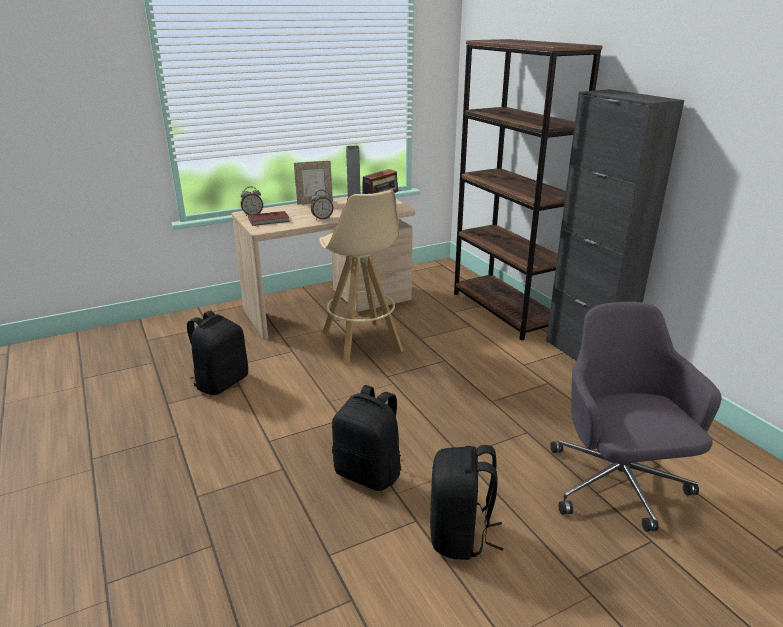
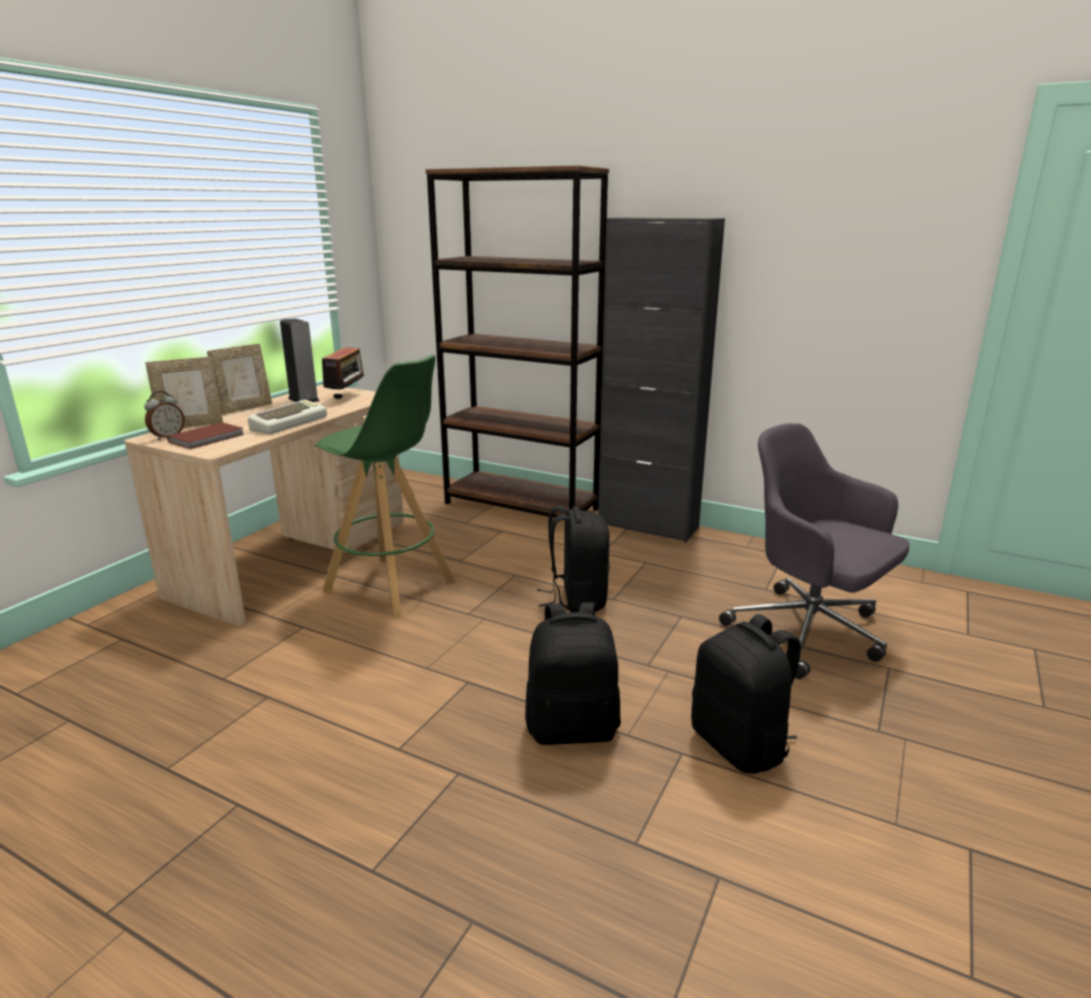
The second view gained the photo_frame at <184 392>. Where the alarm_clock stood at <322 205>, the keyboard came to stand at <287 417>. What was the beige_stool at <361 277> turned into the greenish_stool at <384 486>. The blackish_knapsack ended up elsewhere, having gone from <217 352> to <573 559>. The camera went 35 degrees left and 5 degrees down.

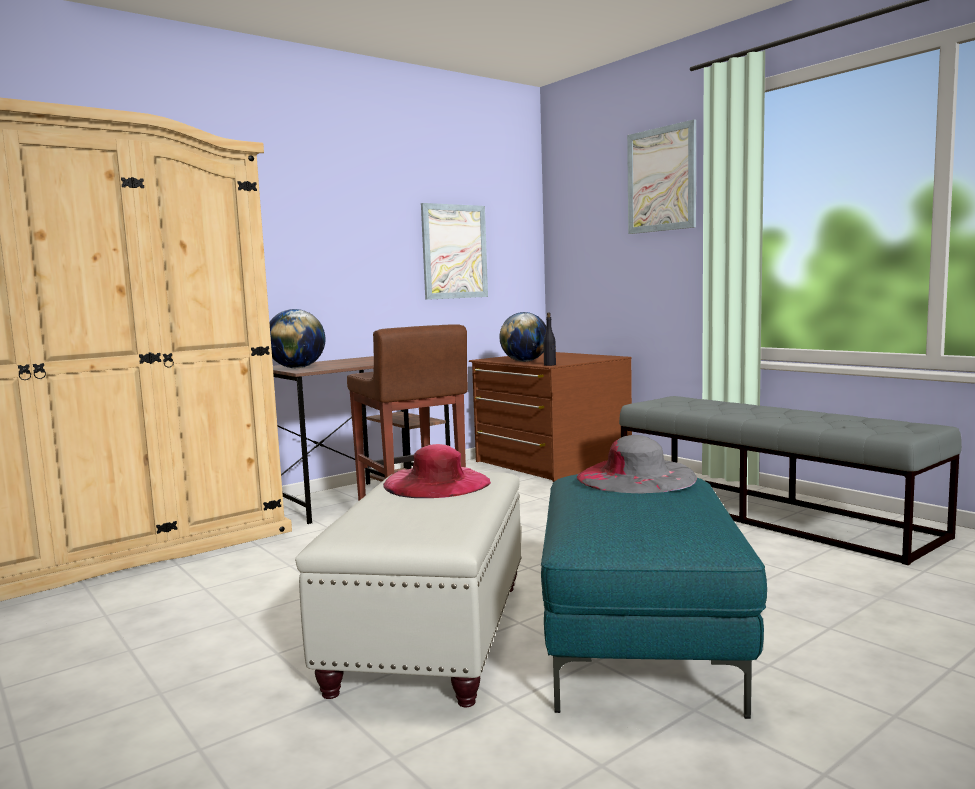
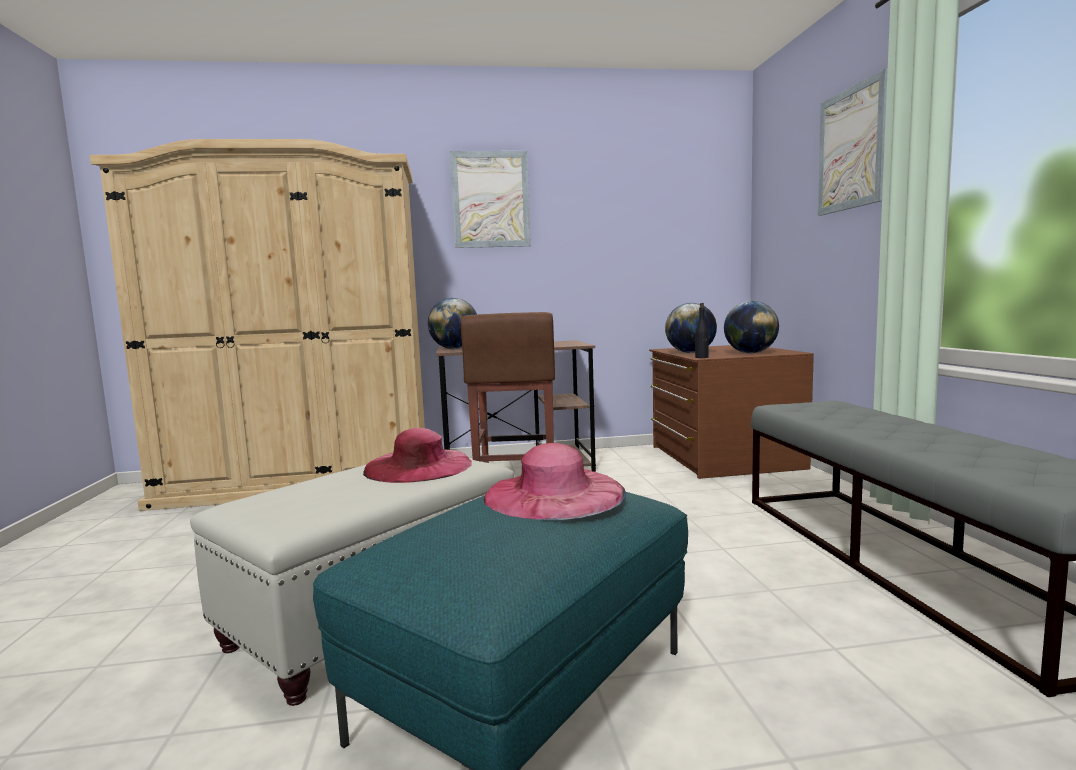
The picture ended up elsewhere, having gone from <454 251> to <490 199>. What was the grey_wearable_hat at <637 464> turned into the pinkish_wearable_hat at <555 481>. The second view gained the world_globe at <751 327>. The camera went 30 degrees right and 0 degrees up.

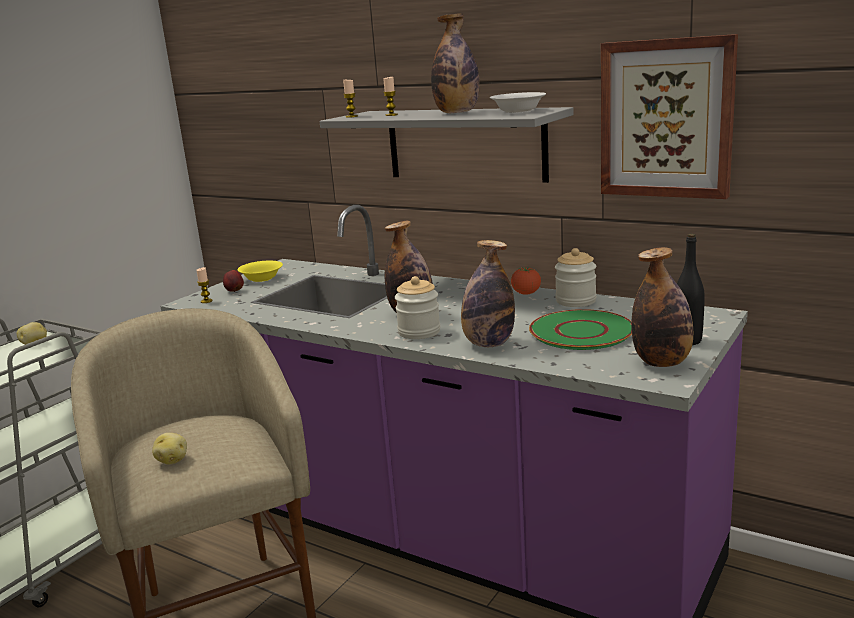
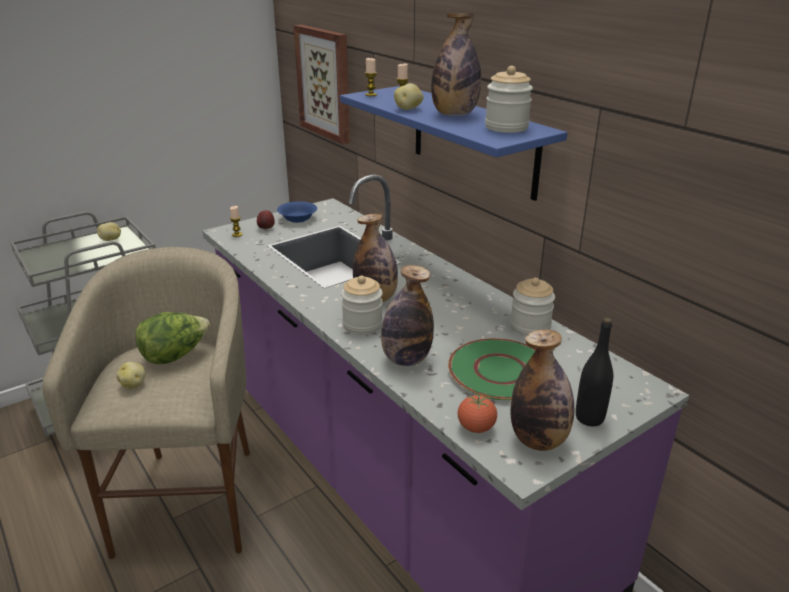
The second view gained the head_of_lettuce at <172 338>. What was the yellow_serving_bowl at <260 271> turned into the blue-coloured_serving_bowl at <297 212>. The picture ended up elsewhere, having gone from <669 116> to <321 84>. What was the grey_shelf at <447 145> turned into the blue-coloured_shelf at <454 143>. The second view gained the potato at <409 96>. The tomato ended up elsewhere, having gone from <526 280> to <477 413>. Where the white_serving_bowl stood at <518 102>, the jar came to stand at <509 99>. The camera went 20 degrees right and 10 degrees up.

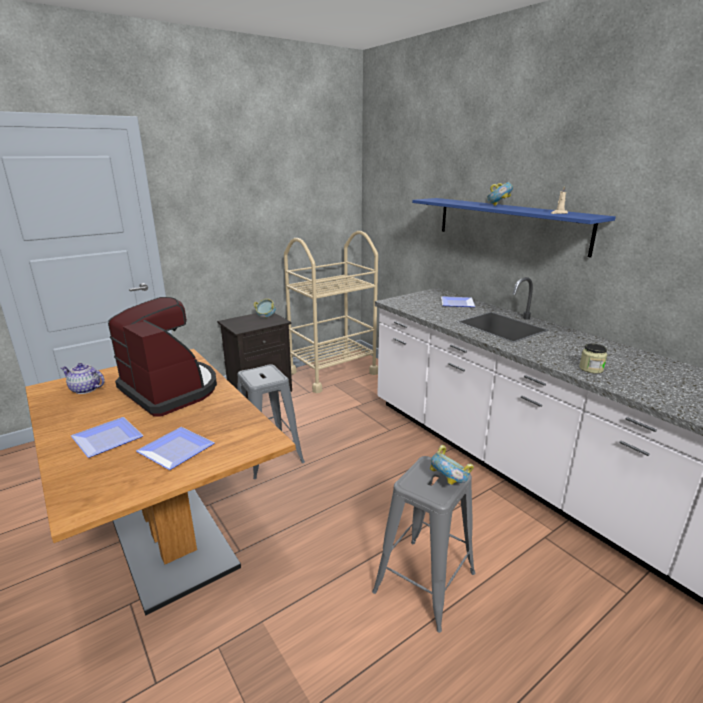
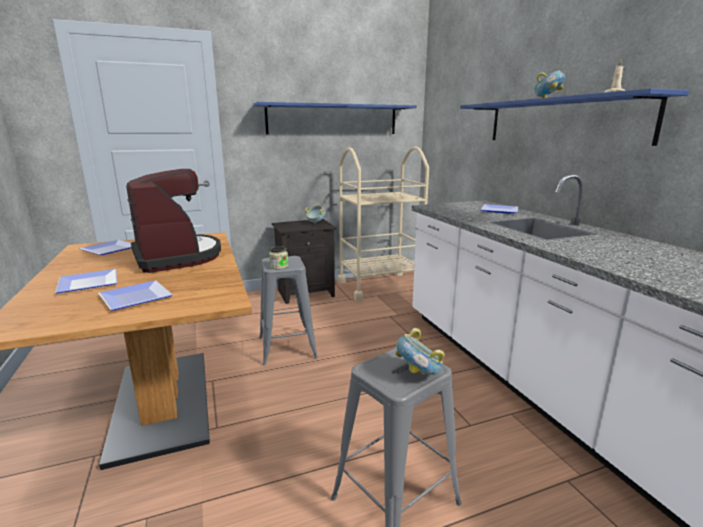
Where the pot_for_tea stood at <83 378>, the plate came to stand at <105 247>. The second view gained the blue-coloured_shelf at <335 118>. The jar ended up elsewhere, having gone from <593 358> to <278 257>. The camera went 15 degrees right and 5 degrees down.

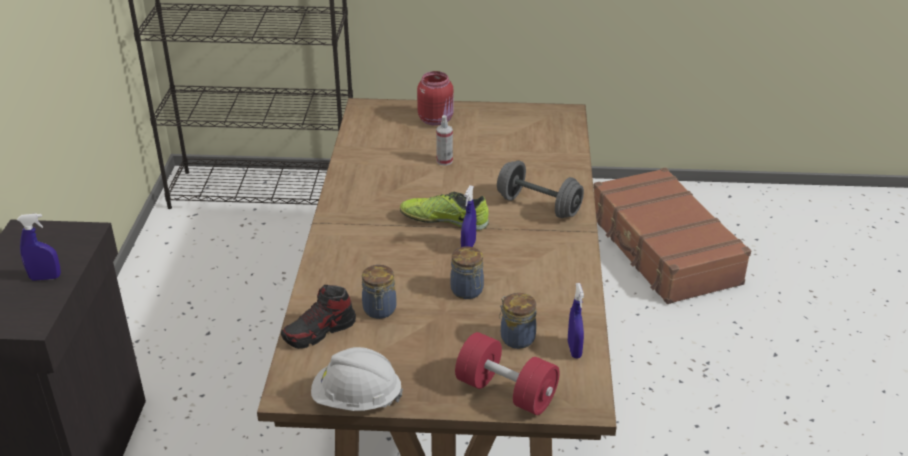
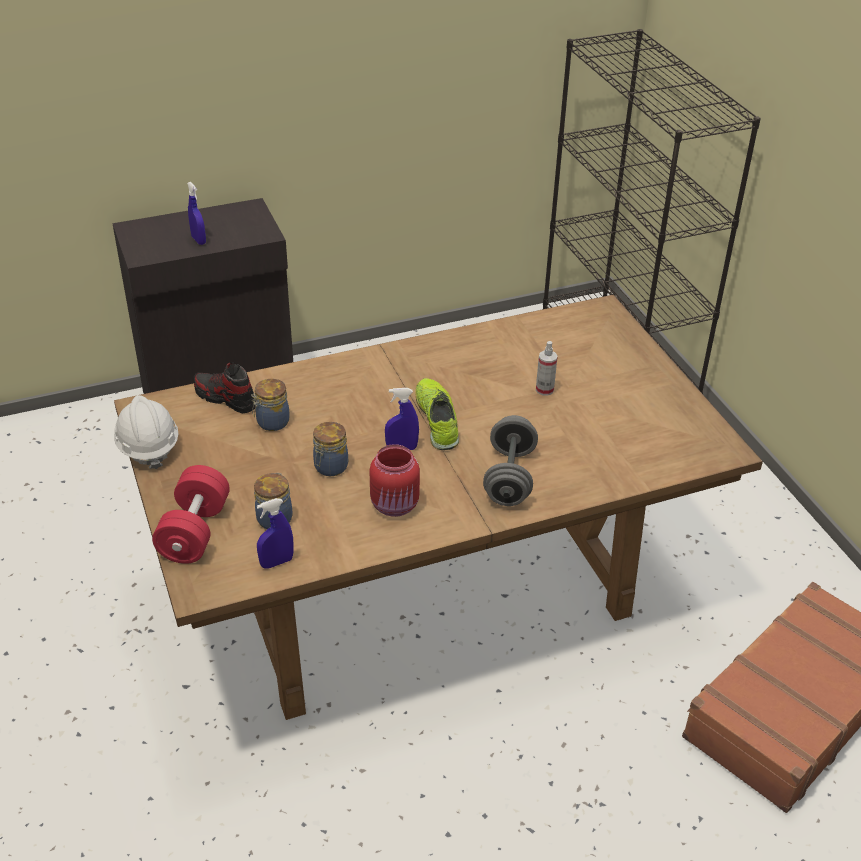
The red-coloured_jar ended up elsewhere, having gone from <435 98> to <395 480>. The camera went 65 degrees right and 5 degrees up.

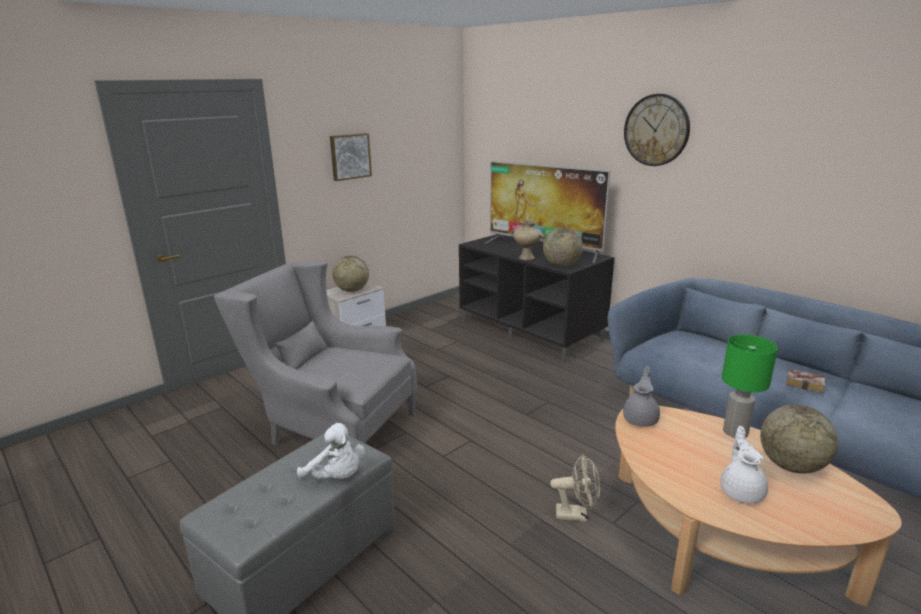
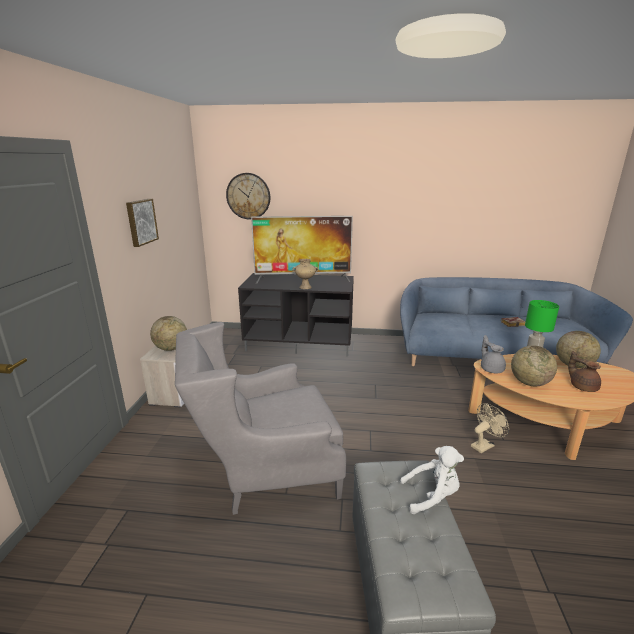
The hanging_clock ended up elsewhere, having gone from <657 130> to <248 196>. The world_globe ended up elsewhere, having gone from <563 247> to <534 365>. What was the white_pot_for_tea at <744 465> turned into the brownish_pot_for_tea at <584 371>. The camera went 40 degrees left and 0 degrees up.

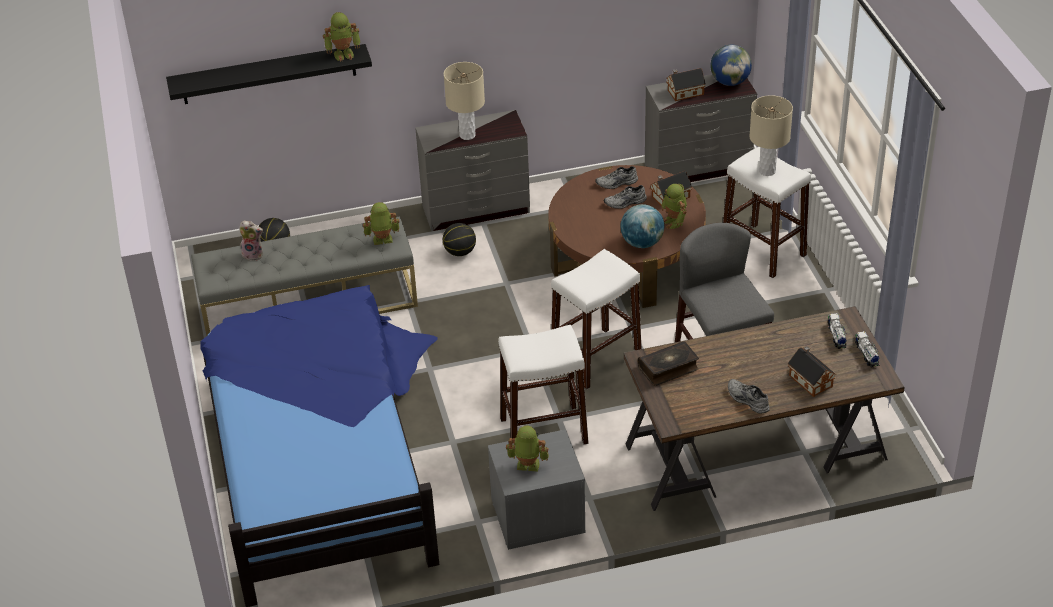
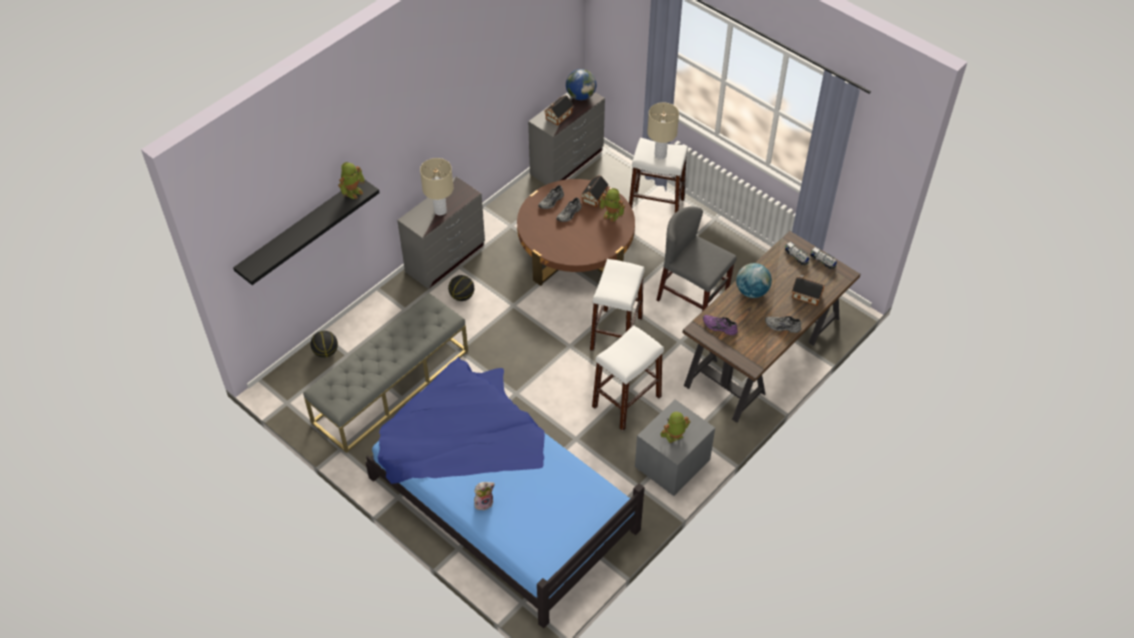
The plush_toy ended up elsewhere, having gone from <251 241> to <484 496>. Where the book stood at <668 363>, the purplish_item_of_footwear came to stand at <720 325>. The world_globe ended up elsewhere, having gone from <642 226> to <754 280>. The second view lost the toy_robot at <381 223>. The camera went 35 degrees left and 10 degrees up.

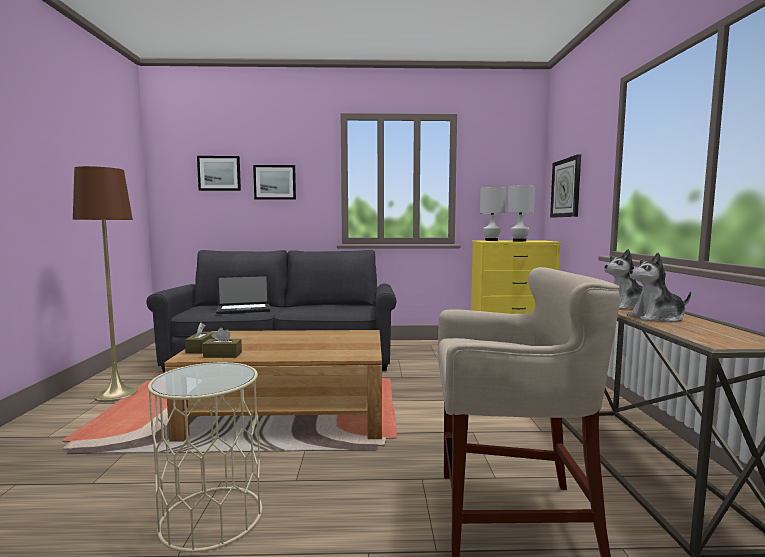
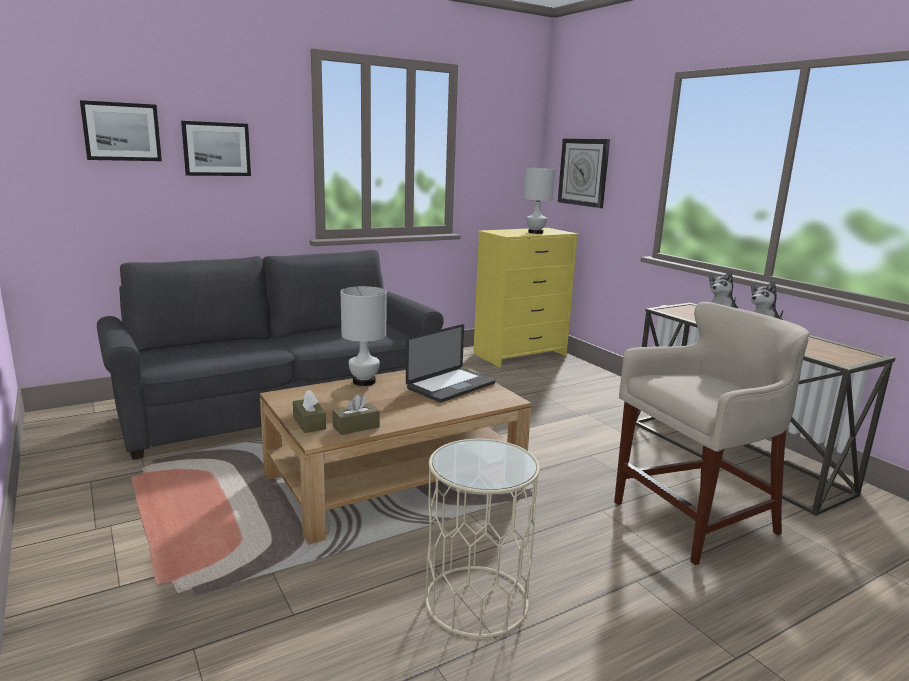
The white_lamp_for_a_table ended up elsewhere, having gone from <493 214> to <364 336>. The notebook_computer ended up elsewhere, having gone from <243 294> to <450 363>. The second view lost the brownish_standing_lamp at <105 284>. The camera went 30 degrees left and 10 degrees up.

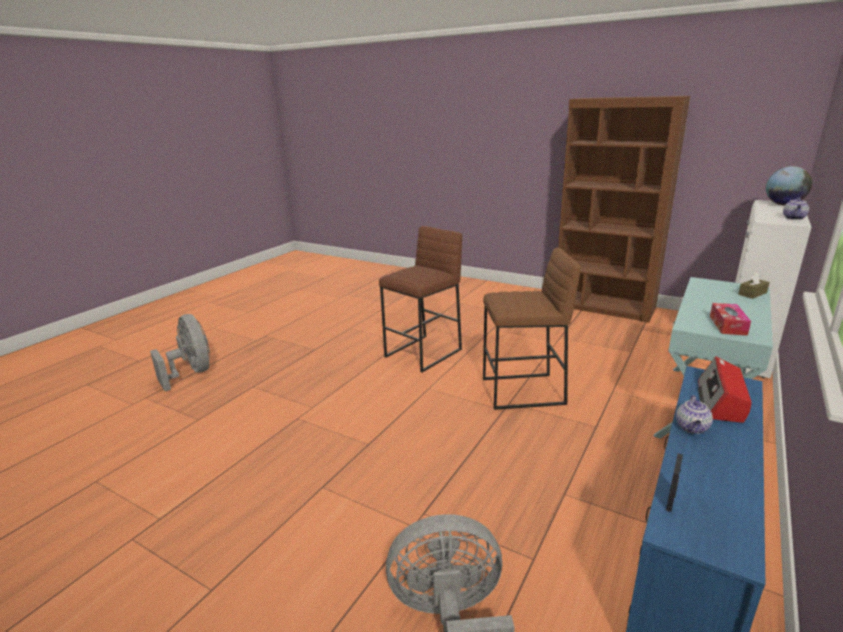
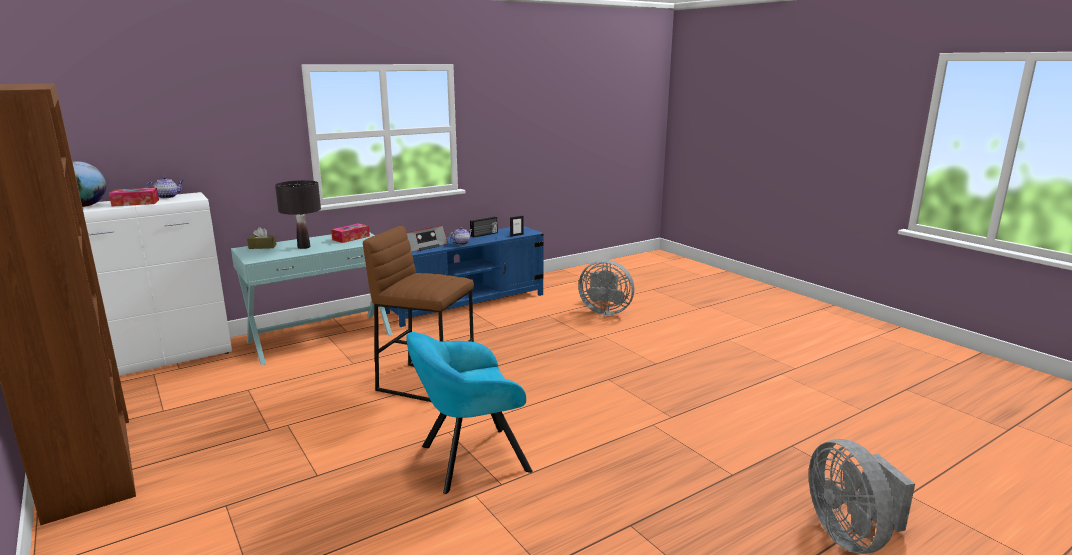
The second view gained the tissue_holder at <134 197>. The second view gained the blackish_lamp_for_a_table at <298 214>. Where the brownish_stool stood at <420 299>, the turquoise-coloured_lounge_chair came to stand at <469 413>. The second view gained the radio at <484 227>. The camera went 155 degrees left and 5 degrees down.

